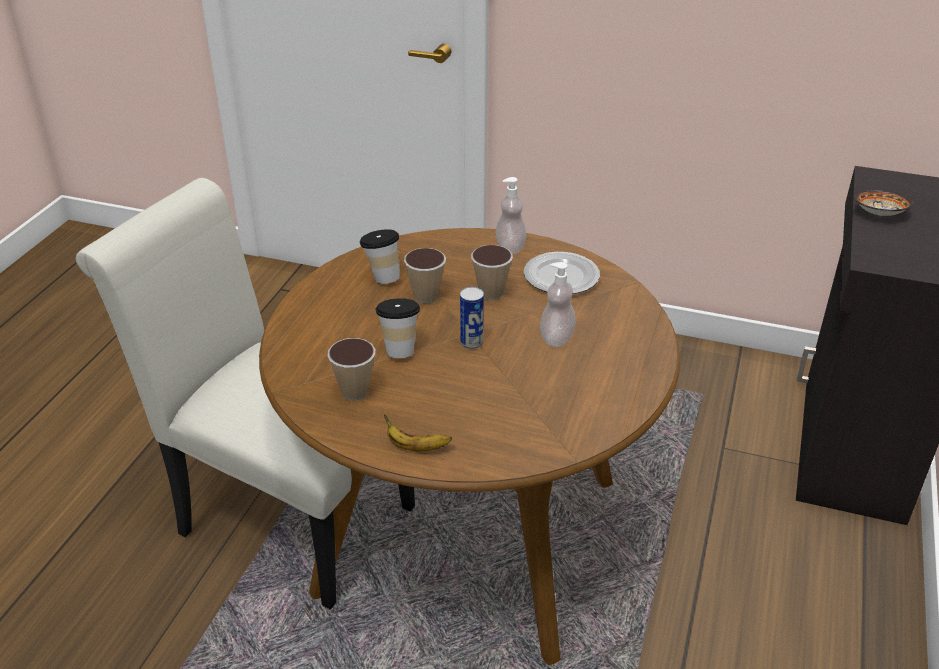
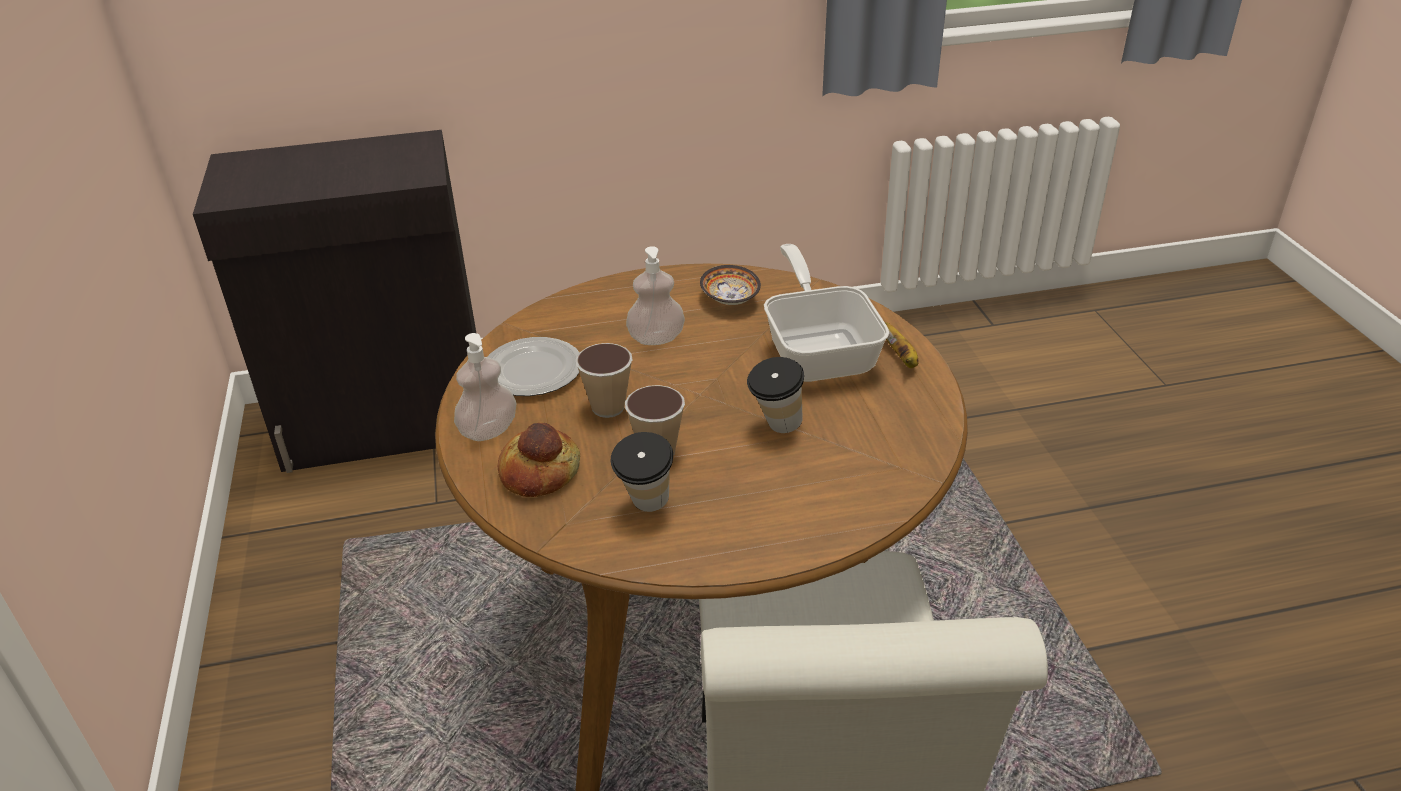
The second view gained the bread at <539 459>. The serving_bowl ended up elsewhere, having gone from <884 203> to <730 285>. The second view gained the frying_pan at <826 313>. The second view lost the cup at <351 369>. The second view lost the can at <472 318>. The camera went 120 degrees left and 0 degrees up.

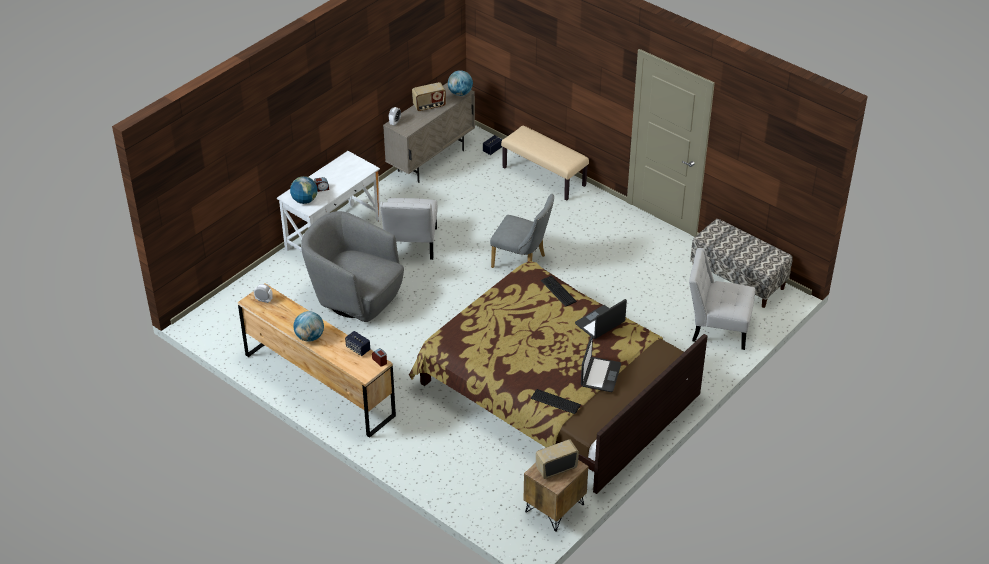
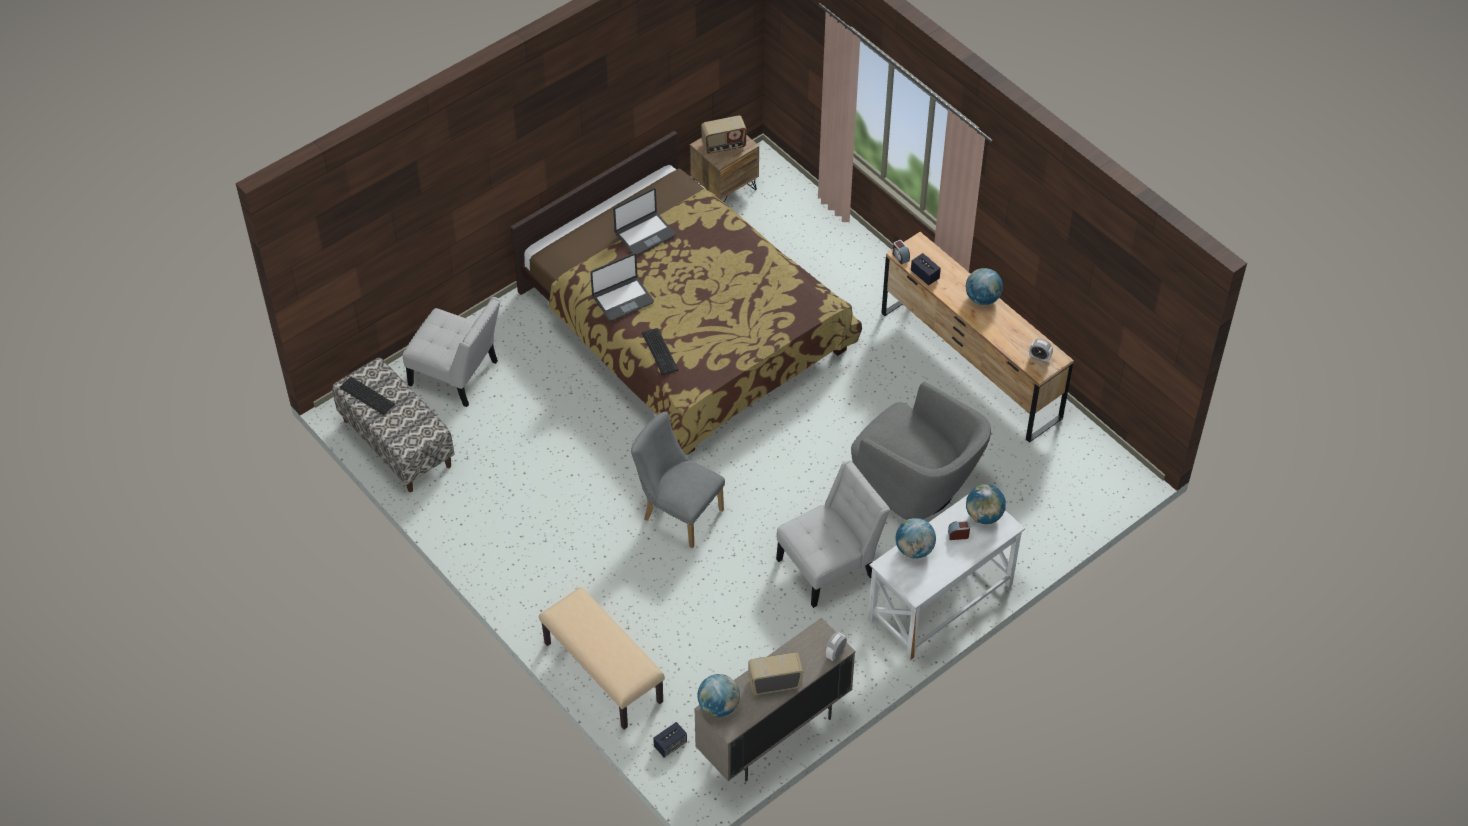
The keyboard ended up elsewhere, having gone from <556 401> to <367 396>. The notebook_computer at <601 363> ended up facing another way, 150 degrees counterclockwise from before. The white_plain_chair at <408 229> ended up facing another way, 45 degrees clockwise from before. The second view gained the world_globe at <916 538>. The camera went 170 degrees left and 10 degrees up.

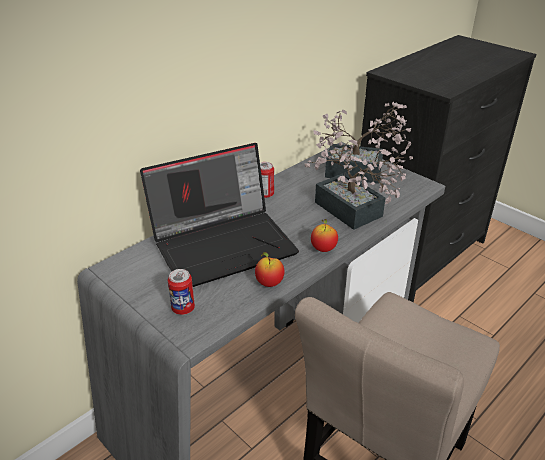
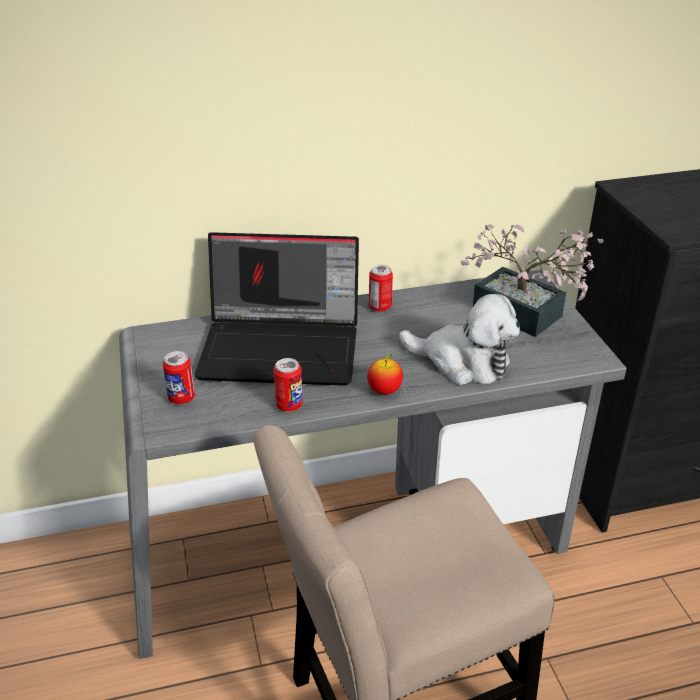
Where the whole_apple stood at <269 269>, the can came to stand at <288 385>. Where the potted_plant stood at <359 183>, the plush_toy came to stand at <459 339>. The camera went 30 degrees right and 0 degrees up.

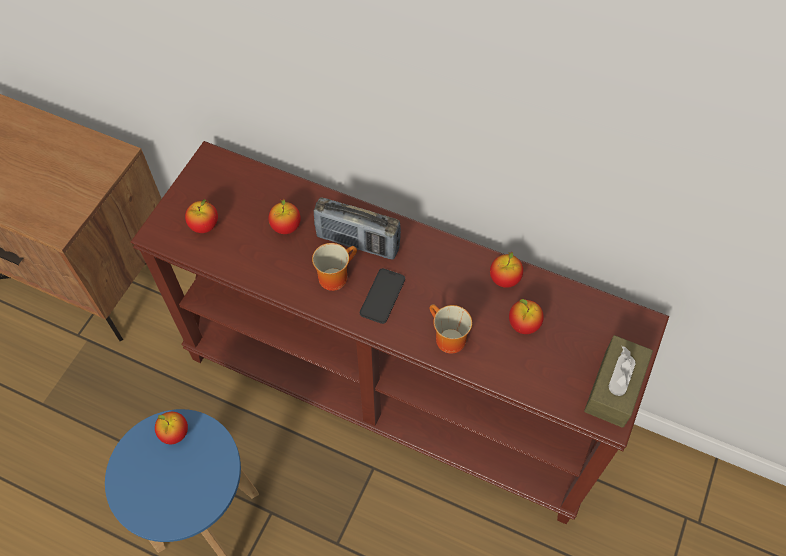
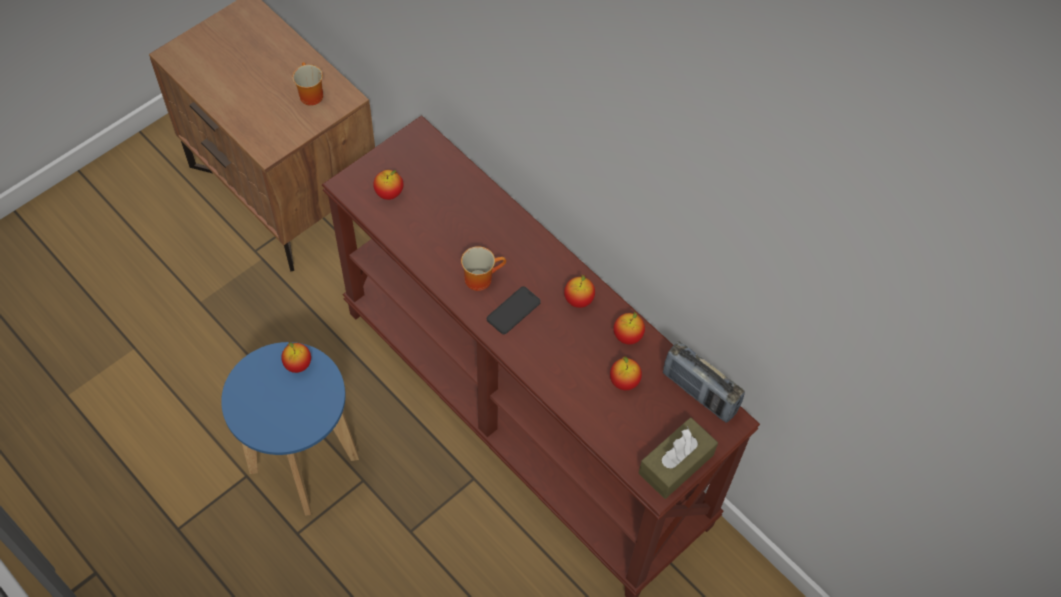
The coffee_mug ended up elsewhere, having gone from <451 329> to <308 84>. The whole_apple ended up elsewhere, having gone from <284 216> to <579 291>. The radio ended up elsewhere, having gone from <357 228> to <704 382>. The camera went 20 degrees right and 0 degrees up.

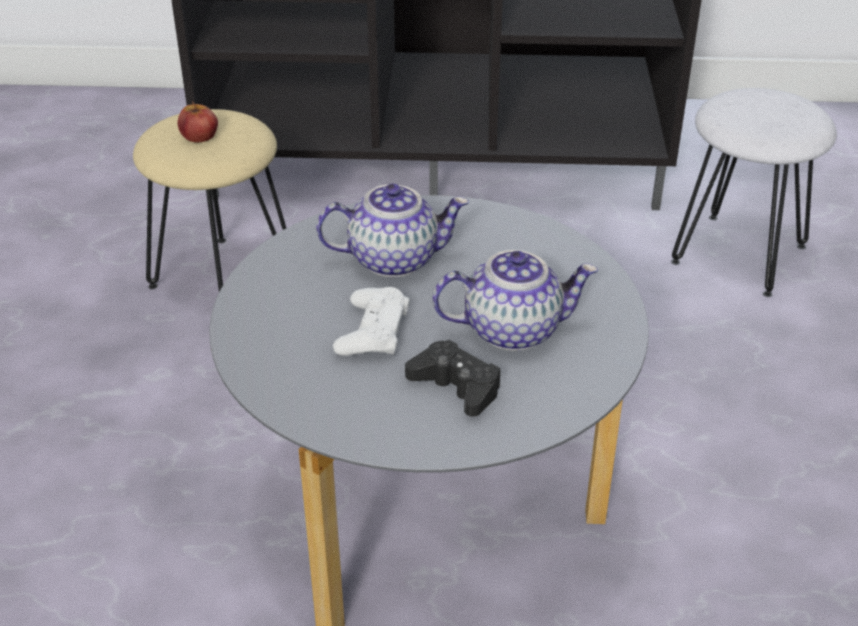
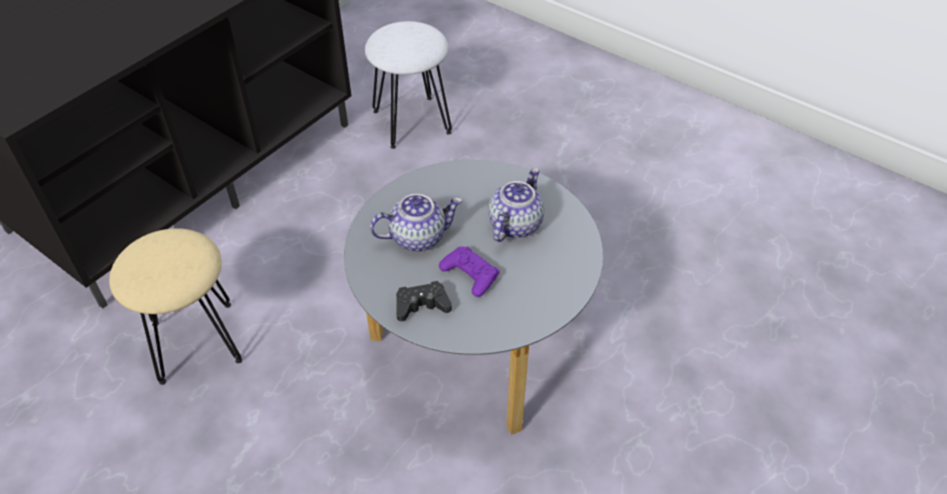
The pot_for_tea at <392 231> ended up facing another way, 45 degrees clockwise from before. The blackish_joypad ended up elsewhere, having gone from <452 378> to <424 301>. What was the white_joypad at <371 321> turned into the purplish_joypad at <469 271>. The second view lost the whole_apple at <198 121>. The camera went 55 degrees left and 10 degrees up.

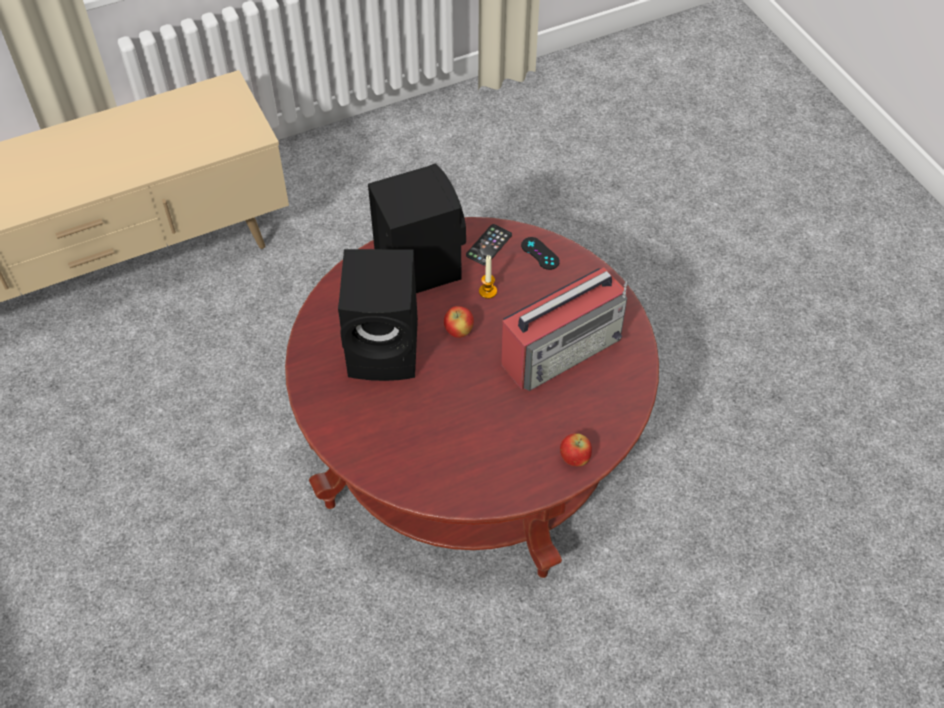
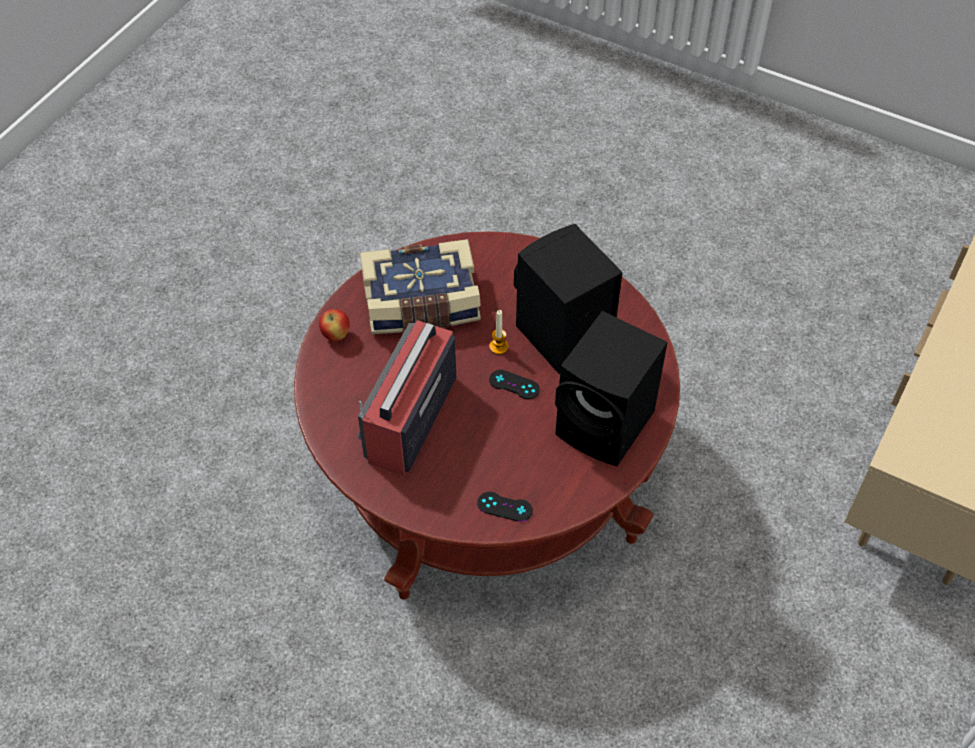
The second view gained the book at <420 286>. The candle ended up elsewhere, having gone from <488 277> to <499 332>. Where the whole_apple stood at <459 322>, the blackish_joypad came to stand at <514 384>. The second view lost the handset at <489 244>. The camera went 145 degrees right and 0 degrees up.

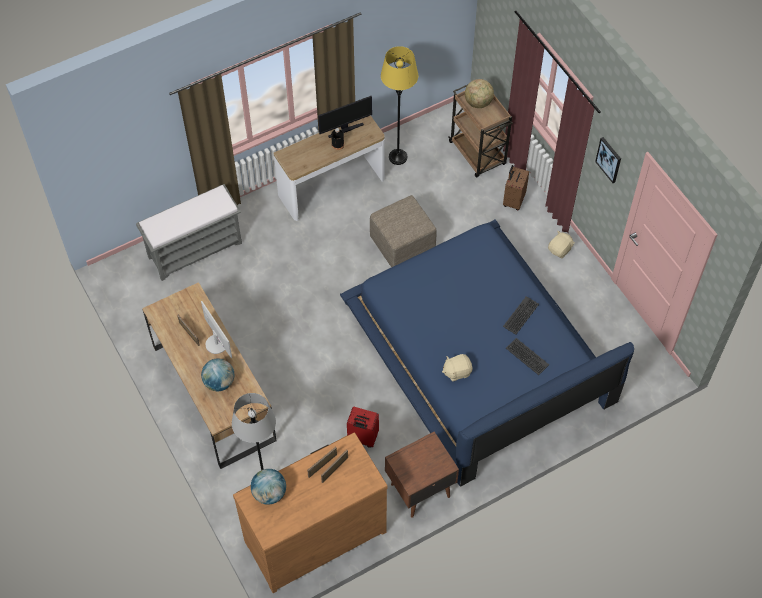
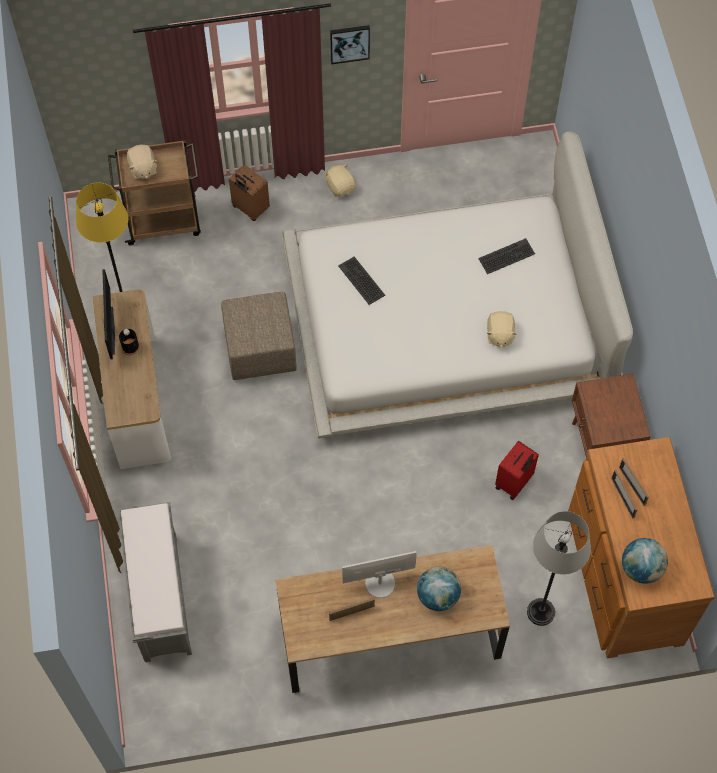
Where the world_globe stood at <479 93>, the beige_plush_toy came to stand at <142 162>. What was the blue-coloured_bedroom_bed at <487 353> turned into the white_bedroom_bed at <457 285>. The keyboard ended up elsewhere, having gone from <521 315> to <361 280>. The camera went 70 degrees left and 5 degrees up.

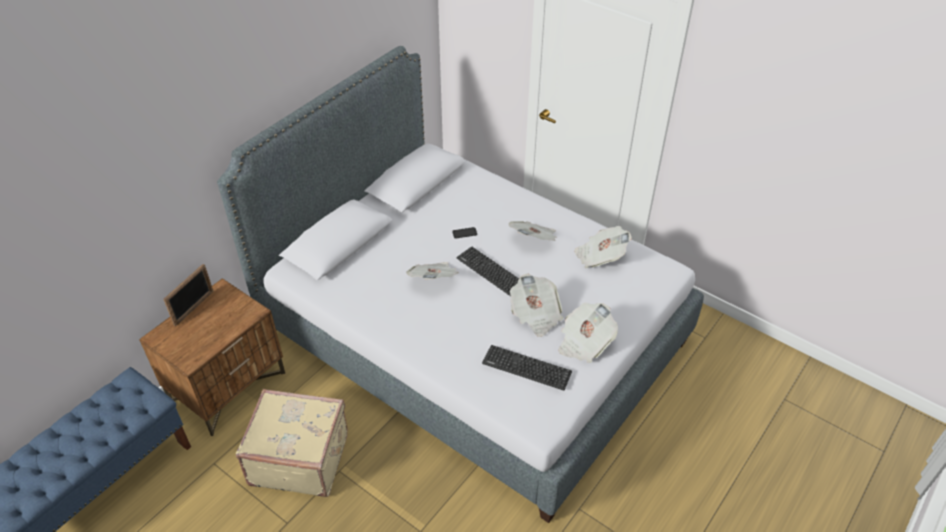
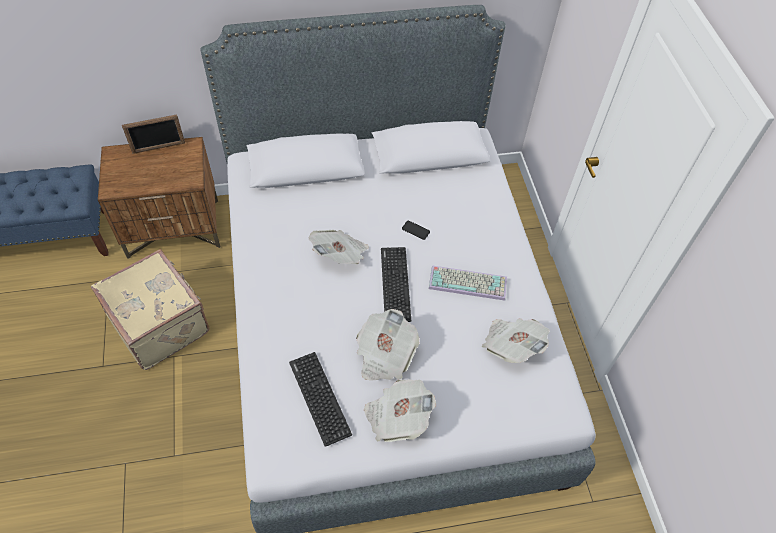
Where the printed_paper stood at <533 231>, the keyboard came to stand at <468 283>. The camera went 40 degrees right and 10 degrees up.

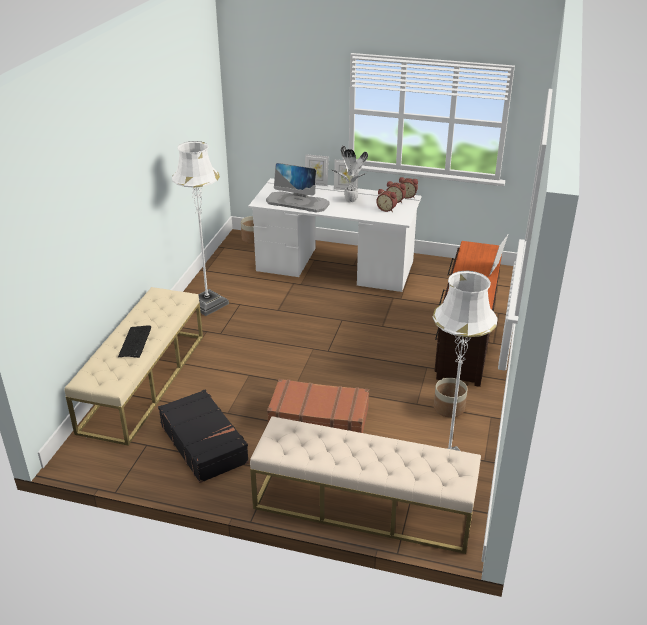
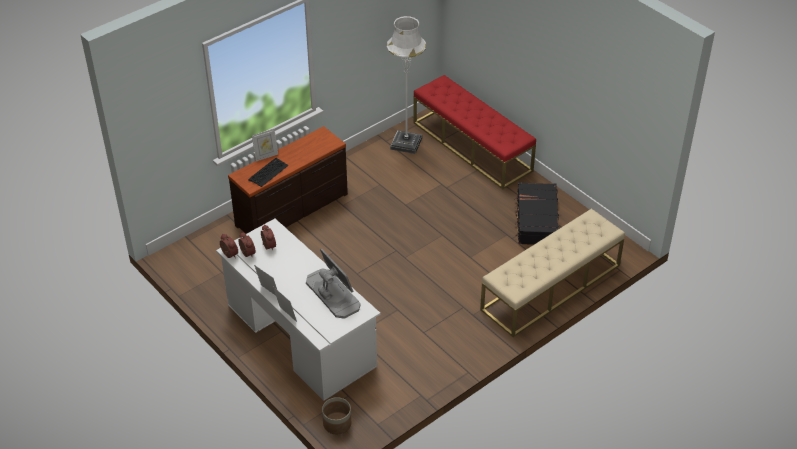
The keyboard ended up elsewhere, having gone from <134 341> to <268 172>. What was the beige_indoor_bench at <365 485> turned into the red-coloured_indoor_bench at <474 132>. The second view lost the white_standing_lamp at <200 228>. The second view lost the brownish_travel_case at <318 406>. The second view lost the potted_plant at <350 174>. The second view lost the planter at <451 398>. The camera went 145 degrees left and 10 degrees up.

